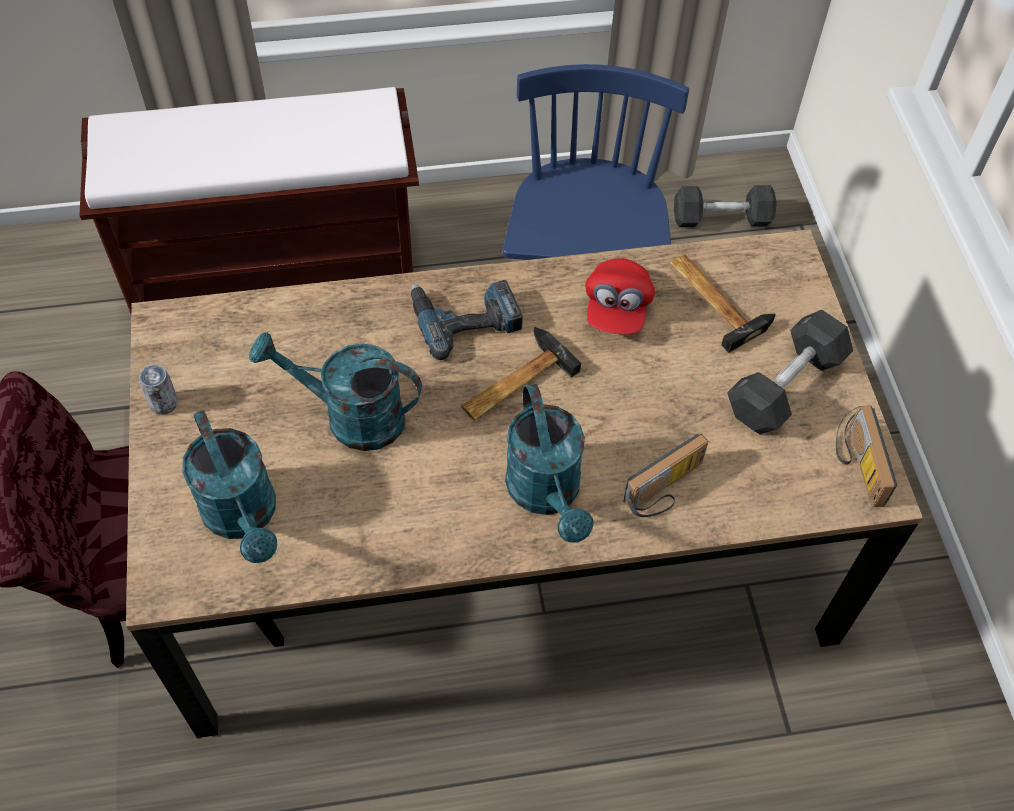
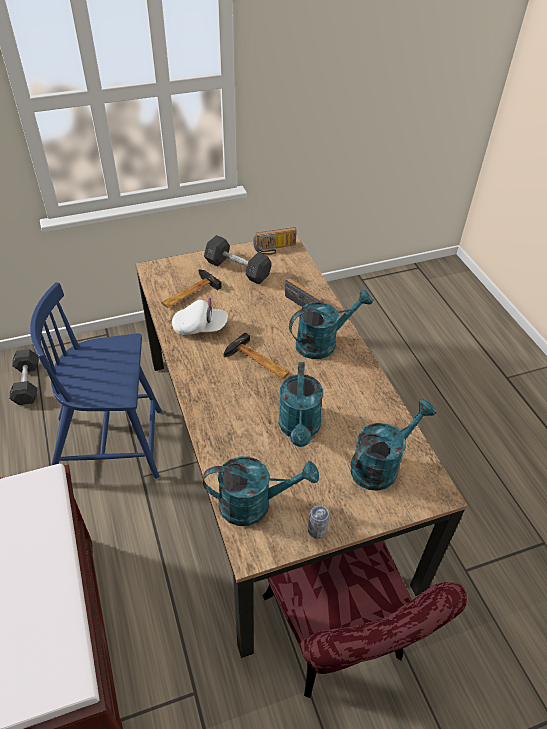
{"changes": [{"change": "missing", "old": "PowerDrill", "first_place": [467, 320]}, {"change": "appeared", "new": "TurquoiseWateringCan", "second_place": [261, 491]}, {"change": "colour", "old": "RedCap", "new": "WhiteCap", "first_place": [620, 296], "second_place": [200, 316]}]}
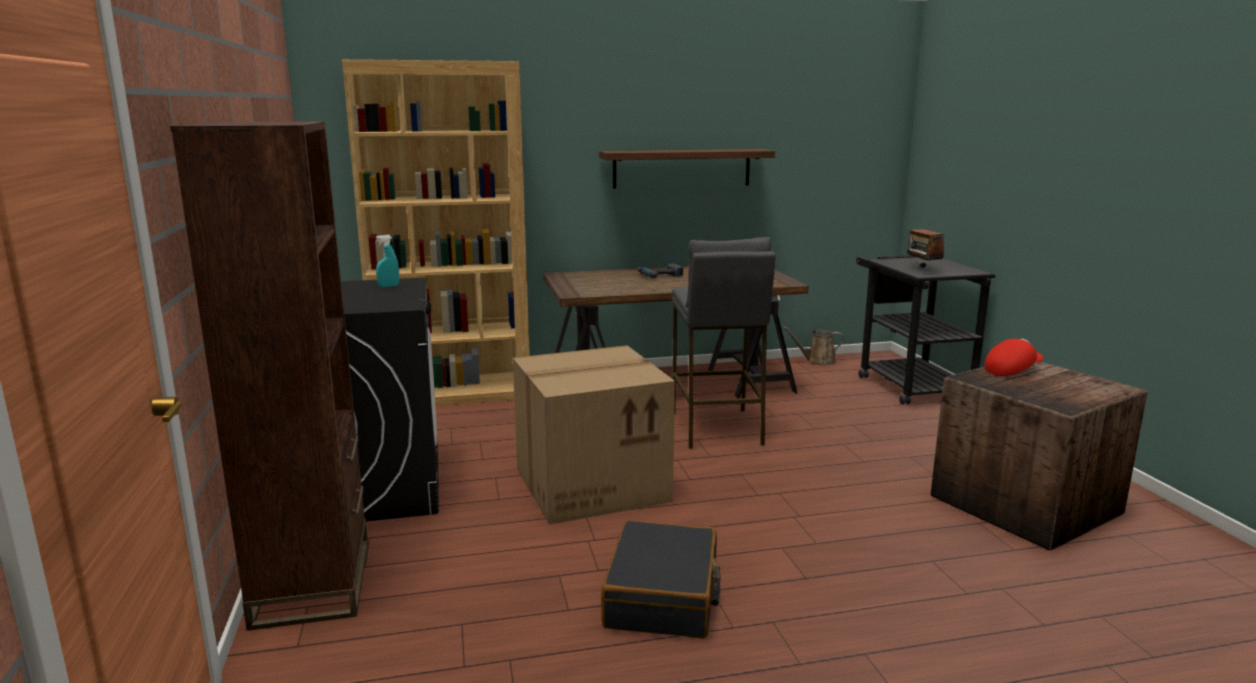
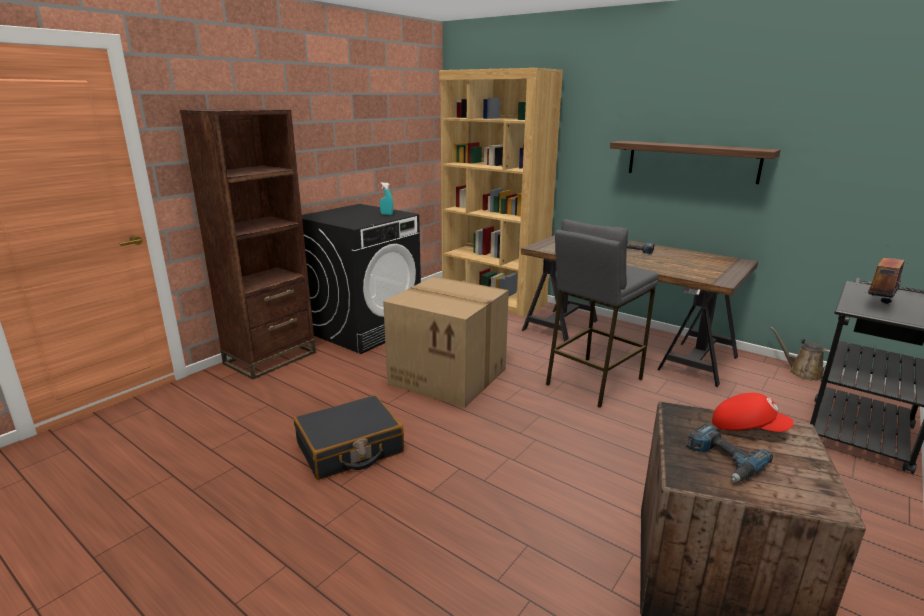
{"changes": [{"change": "appeared", "new": "PowerDrill", "second_place": [729, 452]}]}
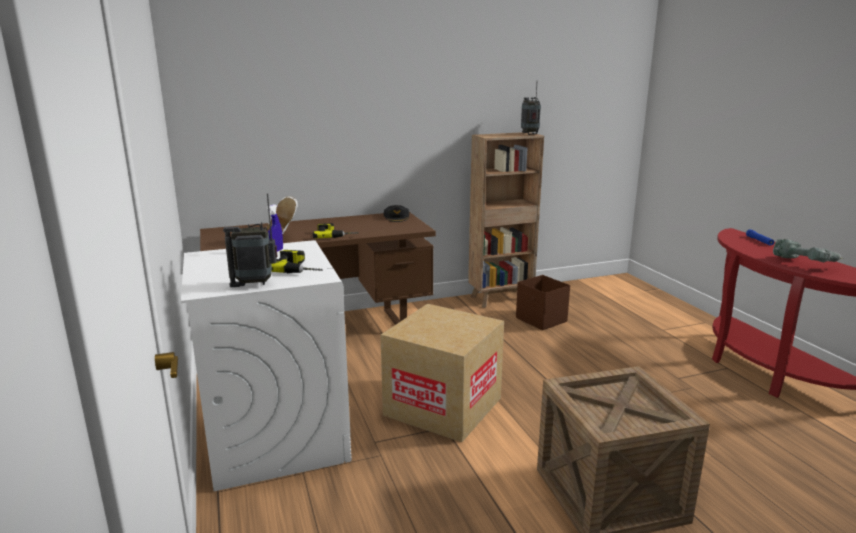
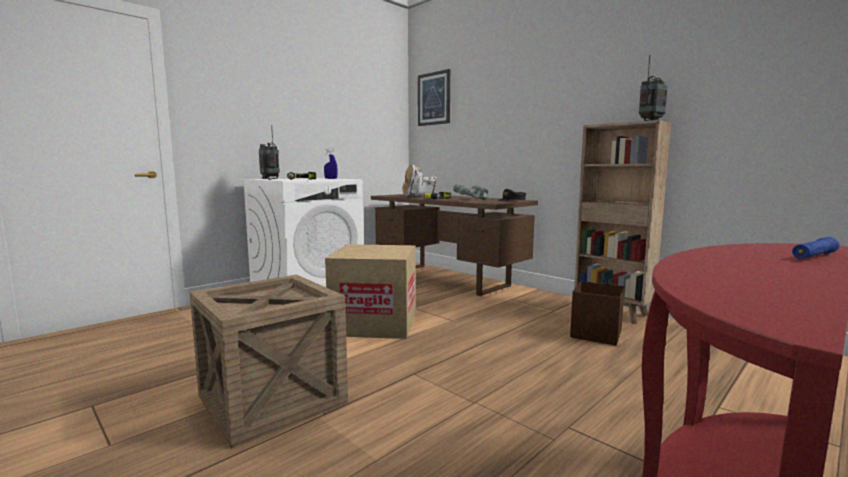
{"changes": [{"change": "appeared", "new": "Picture", "second_place": [434, 97]}, {"change": "relocated", "old": "PowerDrill", "first_place": [808, 250], "second_place": [472, 192]}]}
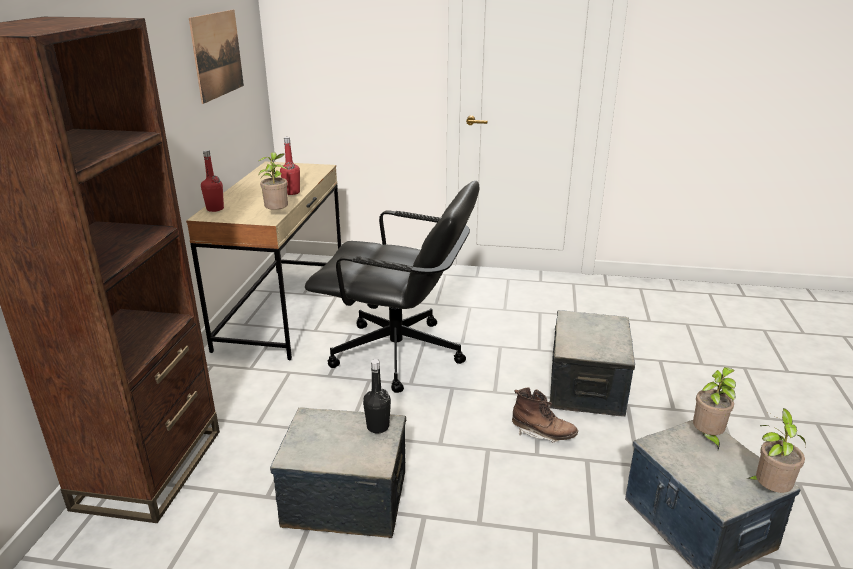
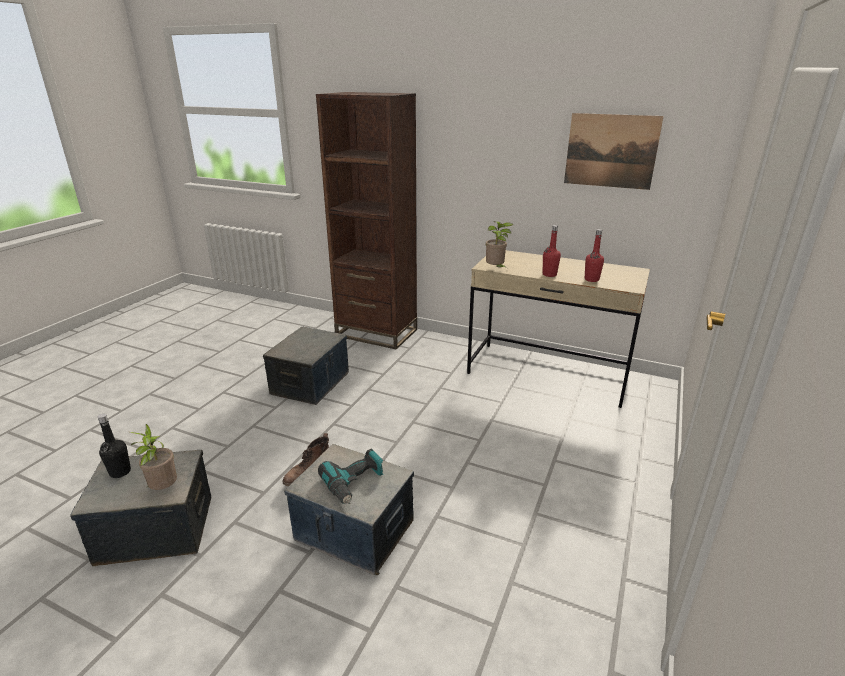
{"changes": [{"change": "missing", "old": "BlackOfficeChair", "first_place": [392, 287]}, {"change": "missing", "old": "PottedPlant", "first_place": [776, 450]}, {"change": "appeared", "new": "PowerDrill", "second_place": [351, 476]}, {"change": "relocated", "old": "RedBottle", "first_place": [212, 181], "second_place": [594, 255]}, {"change": "relocated", "old": "BlackBottle", "first_place": [377, 396], "second_place": [114, 446]}]}
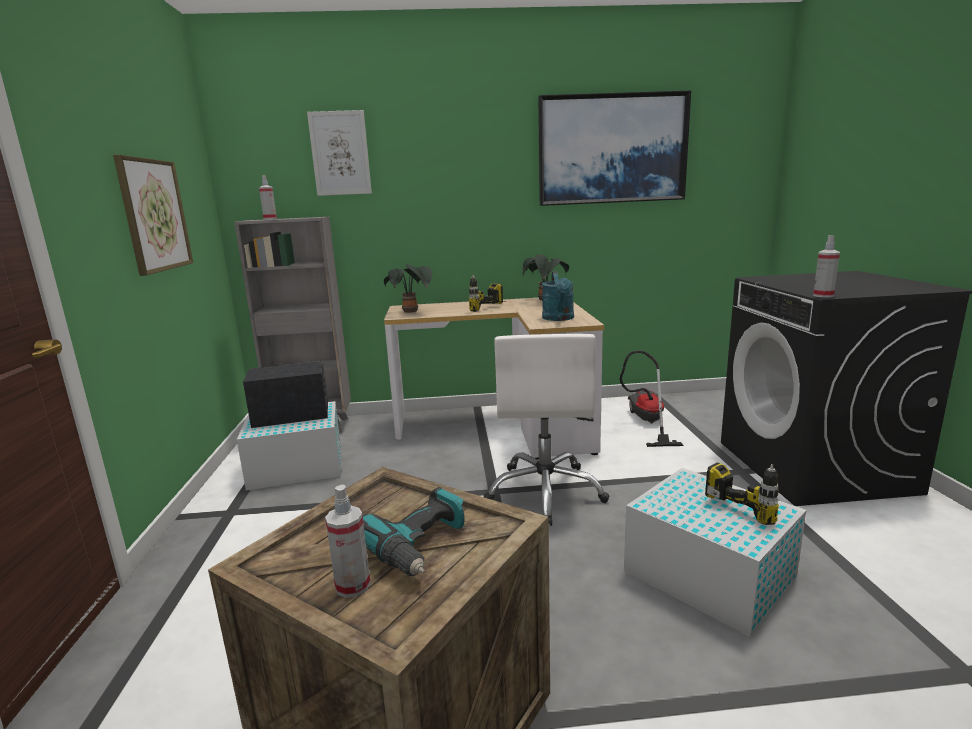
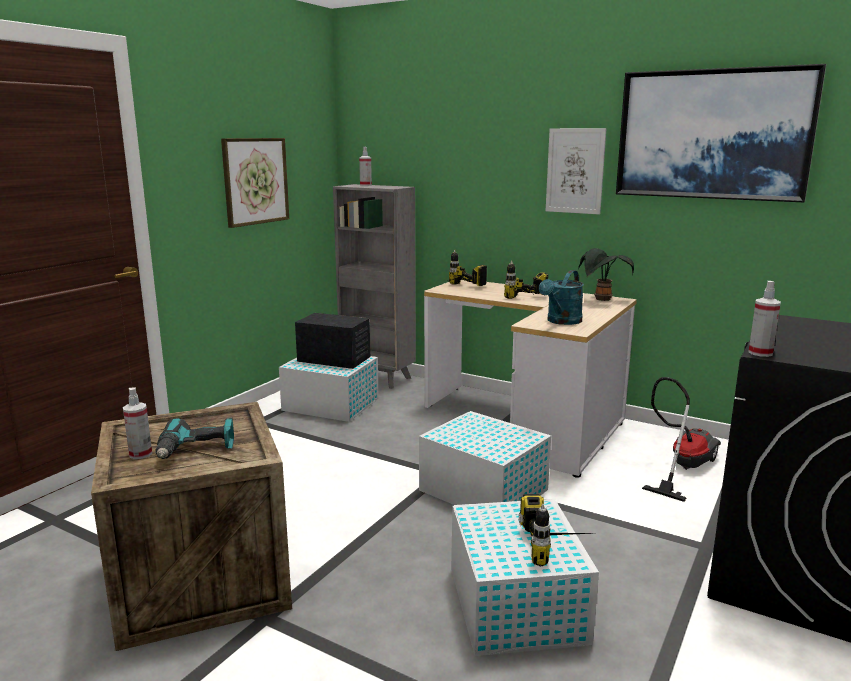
{"changes": [{"change": "relocated", "old": "Picture", "first_place": [339, 153], "second_place": [576, 171]}, {"change": "exchanged", "old": "PottedPlant", "new": "PowerDrill", "first_place": [408, 288], "second_place": [468, 267]}, {"change": "exchanged", "old": "WhiteOfficeChair", "new": "WhiteStorageBox", "first_place": [546, 430], "second_place": [485, 458]}]}
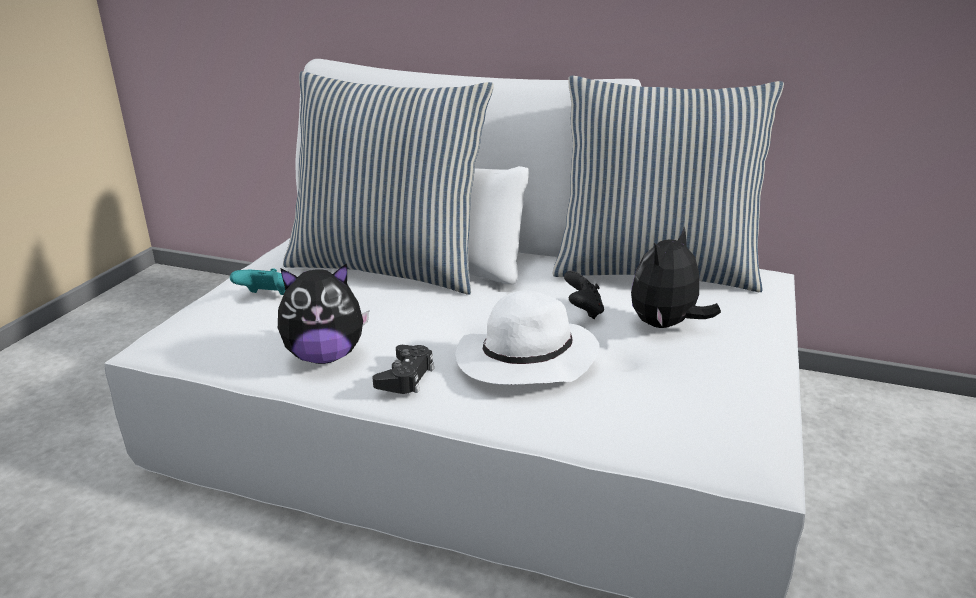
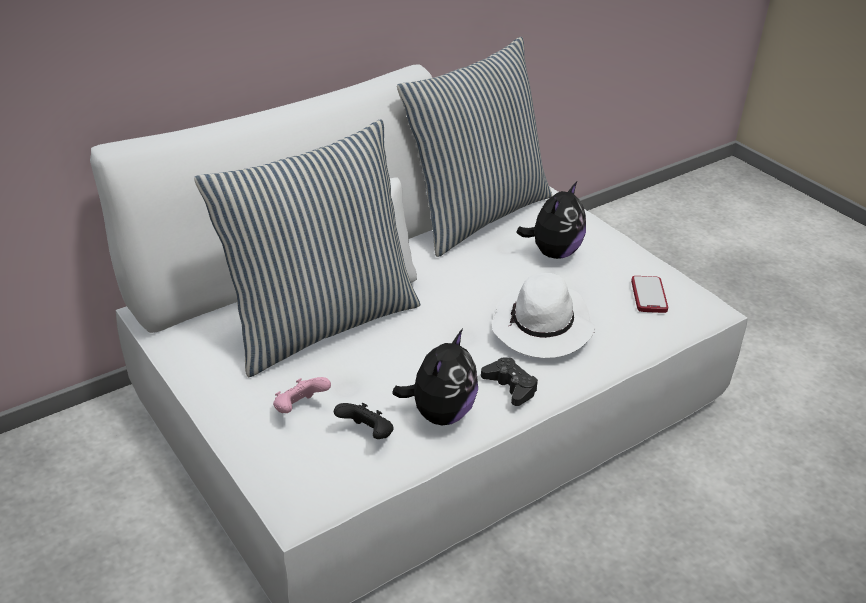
{"changes": [{"change": "appeared", "new": "Phone", "second_place": [649, 294]}, {"change": "relocated", "old": "BlackGameController", "first_place": [584, 295], "second_place": [364, 421]}, {"change": "colour", "old": "TurquoiseGameController", "new": "PinkGameController", "first_place": [257, 281], "second_place": [302, 395]}, {"change": "spun", "old": "PlushToy", "first_place": [676, 277], "second_place": [551, 220], "degrees": -135}]}
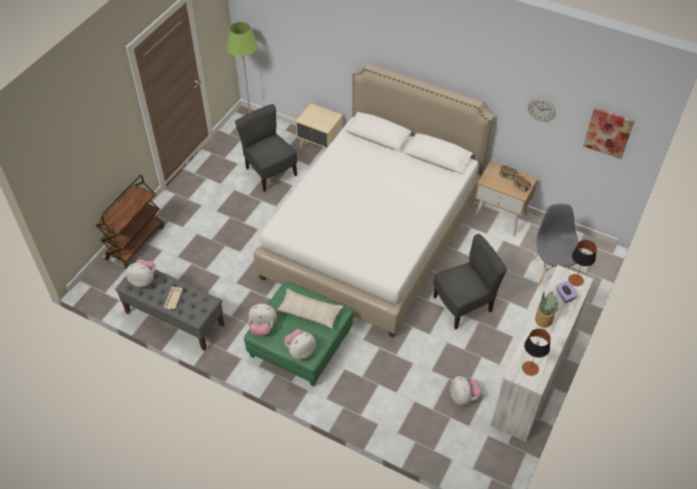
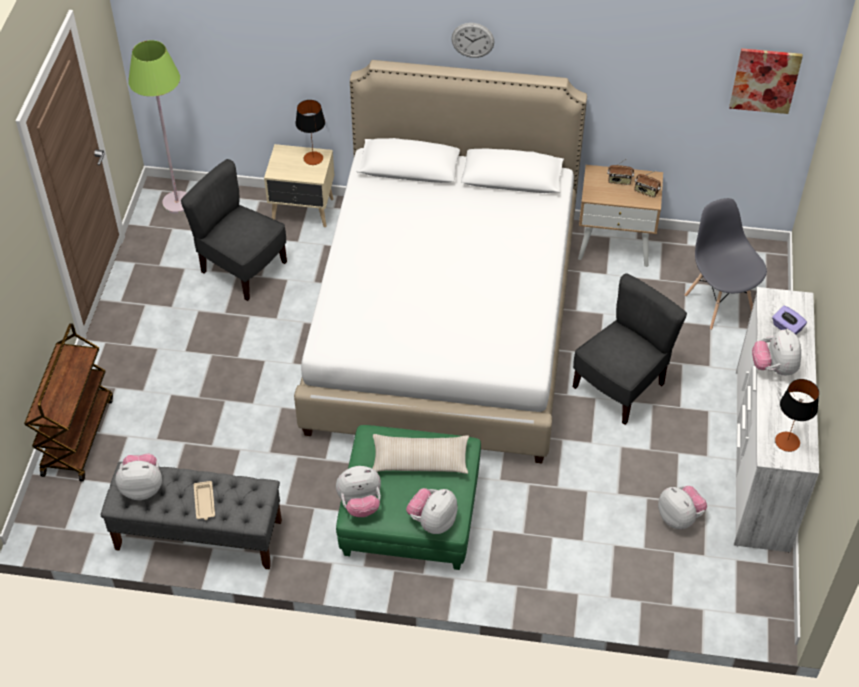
{"changes": [{"change": "relocated", "old": "WallClock", "first_place": [542, 110], "second_place": [472, 40]}, {"change": "relocated", "old": "TableLamp", "first_place": [582, 263], "second_place": [310, 132]}, {"change": "exchanged", "old": "PottedPlant", "new": "PlushToy", "first_place": [547, 309], "second_place": [776, 352]}]}
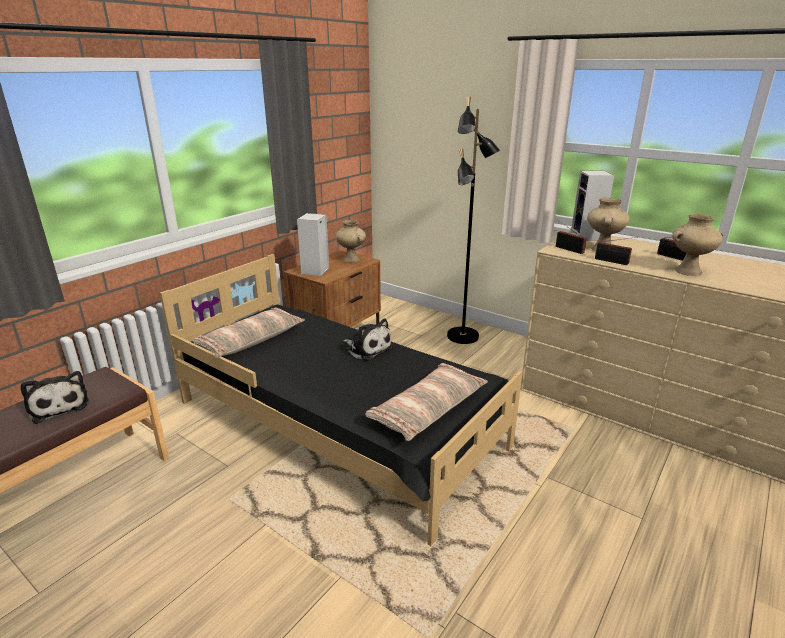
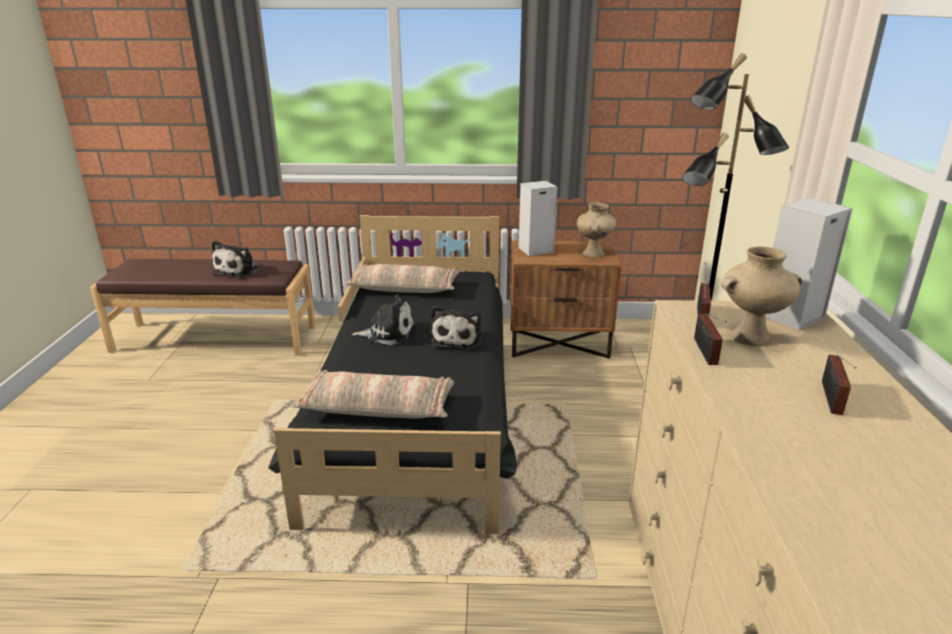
{"changes": [{"change": "missing", "old": "BeigeVase", "first_place": [697, 245]}, {"change": "appeared", "new": "PlushToy", "second_place": [383, 319]}]}
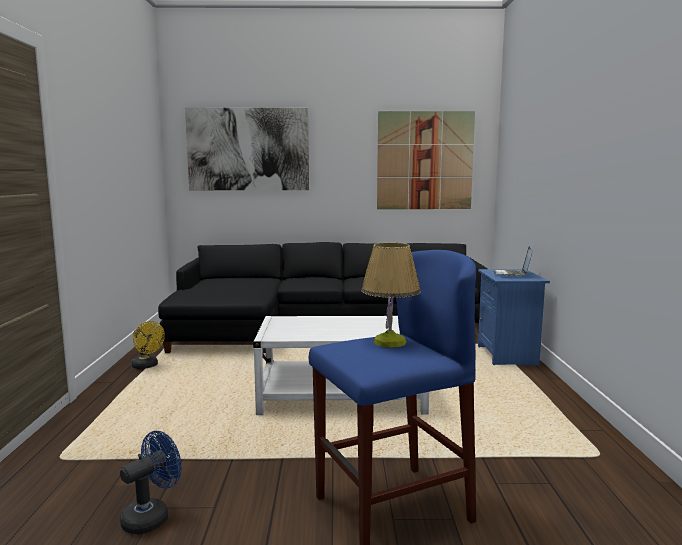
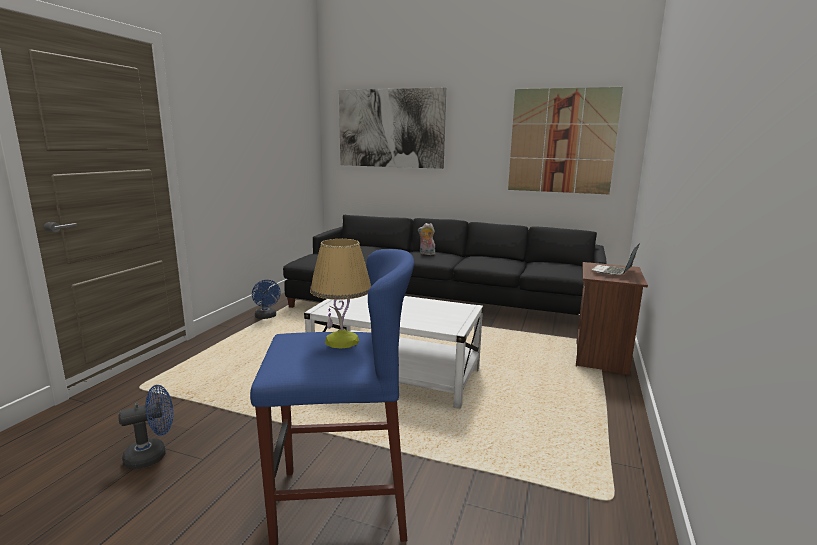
{"changes": [{"change": "appeared", "new": "PlushToy", "second_place": [427, 239]}, {"change": "colour", "old": "YellowFan", "new": "BlueFan", "first_place": [148, 345], "second_place": [266, 299]}, {"change": "colour", "old": "BlueNightstand", "new": "BrownNightstand", "first_place": [514, 317], "second_place": [612, 318]}]}
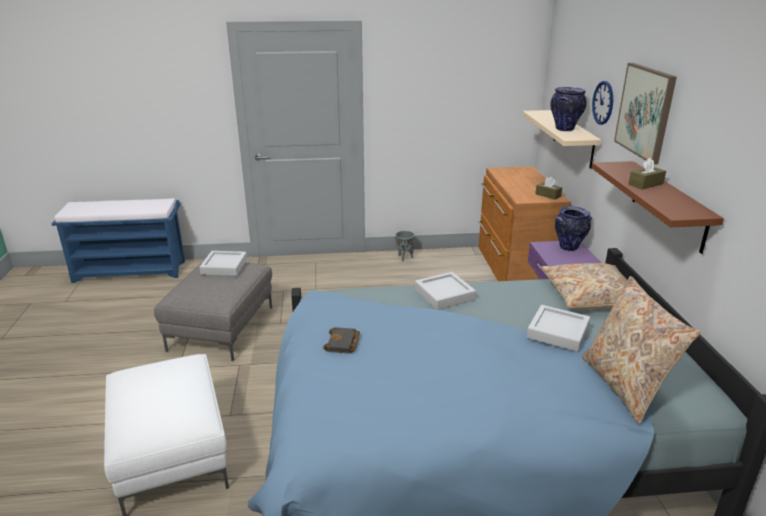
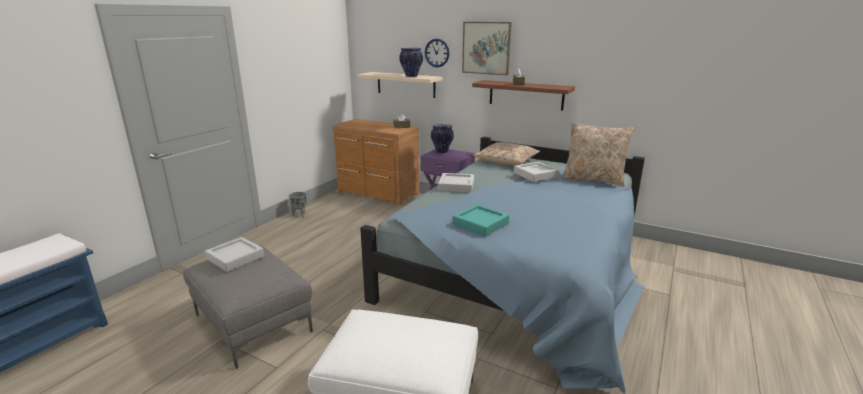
{"changes": [{"change": "exchanged", "old": "BlackBook", "new": "TurquoiseTray", "first_place": [341, 340], "second_place": [480, 220]}]}
